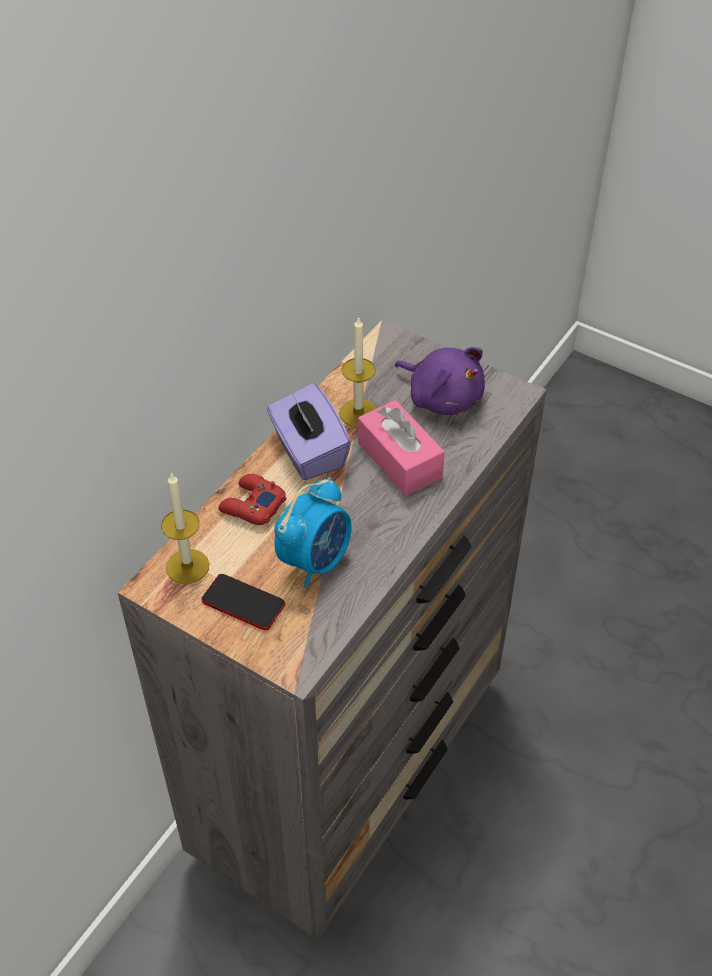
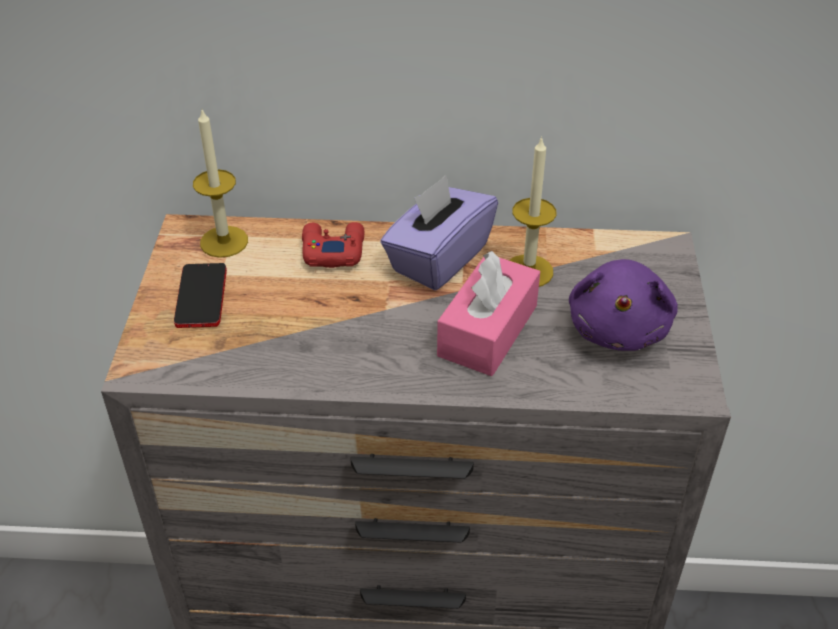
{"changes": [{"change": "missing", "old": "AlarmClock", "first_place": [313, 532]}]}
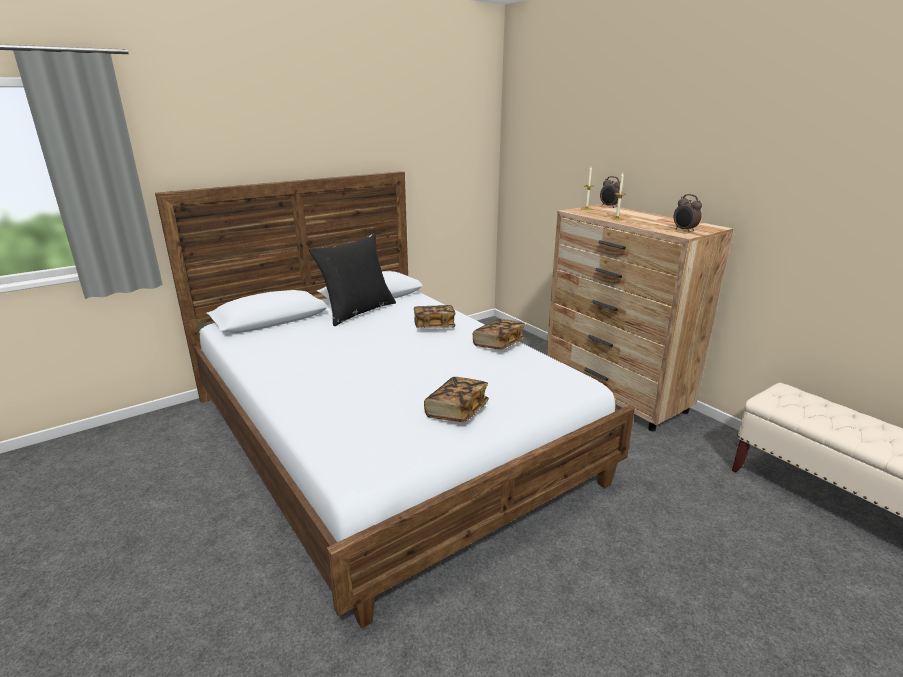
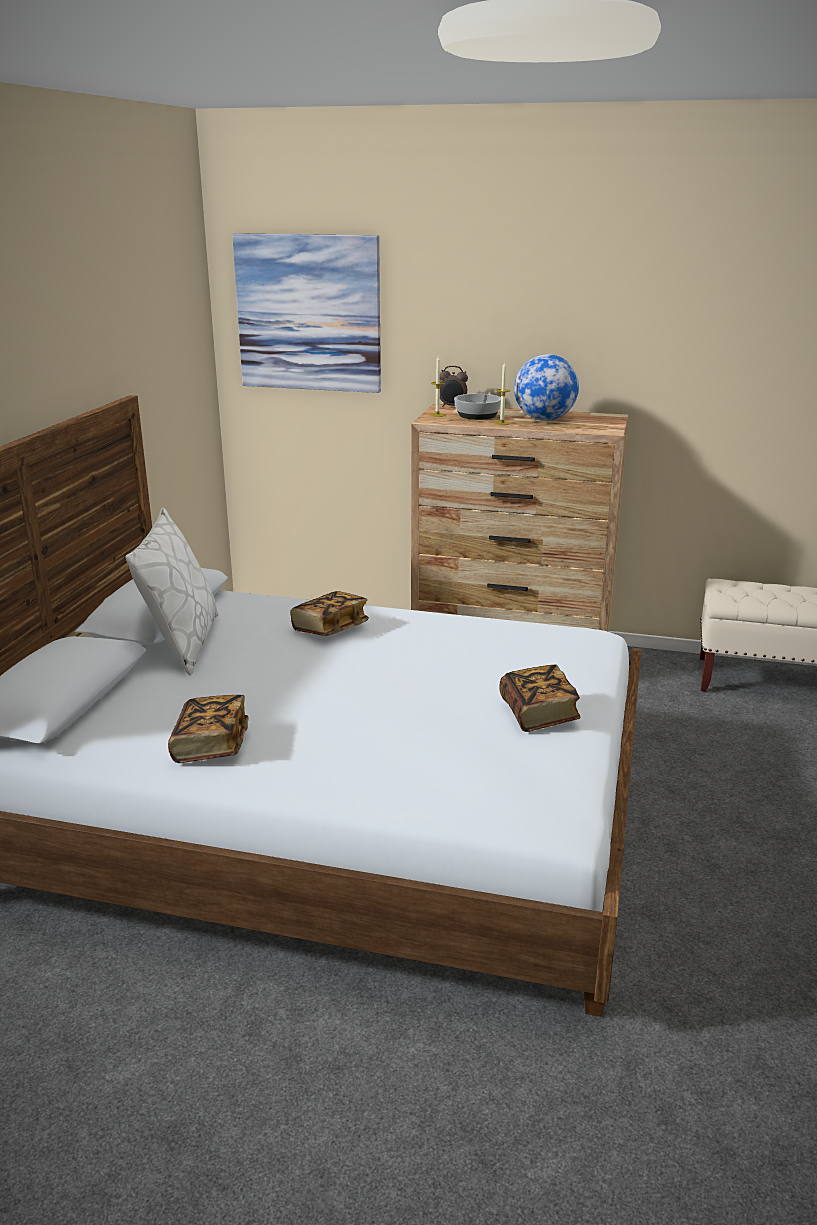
{"changes": [{"change": "missing", "old": "AlarmClock", "first_place": [688, 213]}, {"change": "appeared", "new": "Picture", "second_place": [306, 313]}, {"change": "appeared", "new": "Bowl", "second_place": [477, 407]}, {"change": "appeared", "new": "Globe", "second_place": [546, 387]}, {"change": "relocated", "old": "Book", "first_place": [499, 334], "second_place": [208, 729]}, {"change": "colour", "old": "BlackPillow", "new": "WhitePillow", "first_place": [352, 279], "second_place": [171, 591]}]}
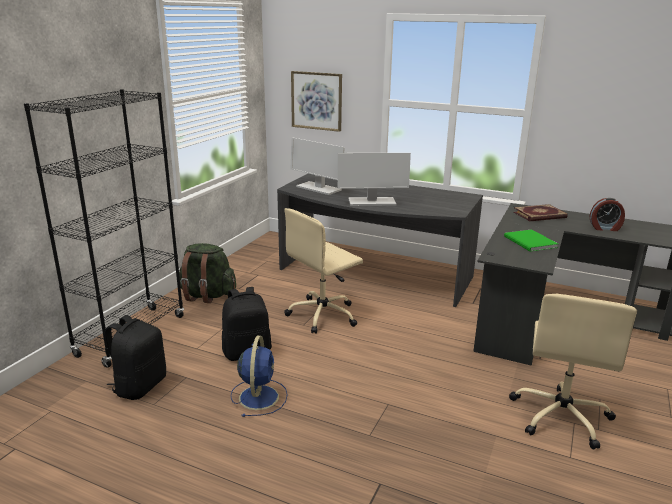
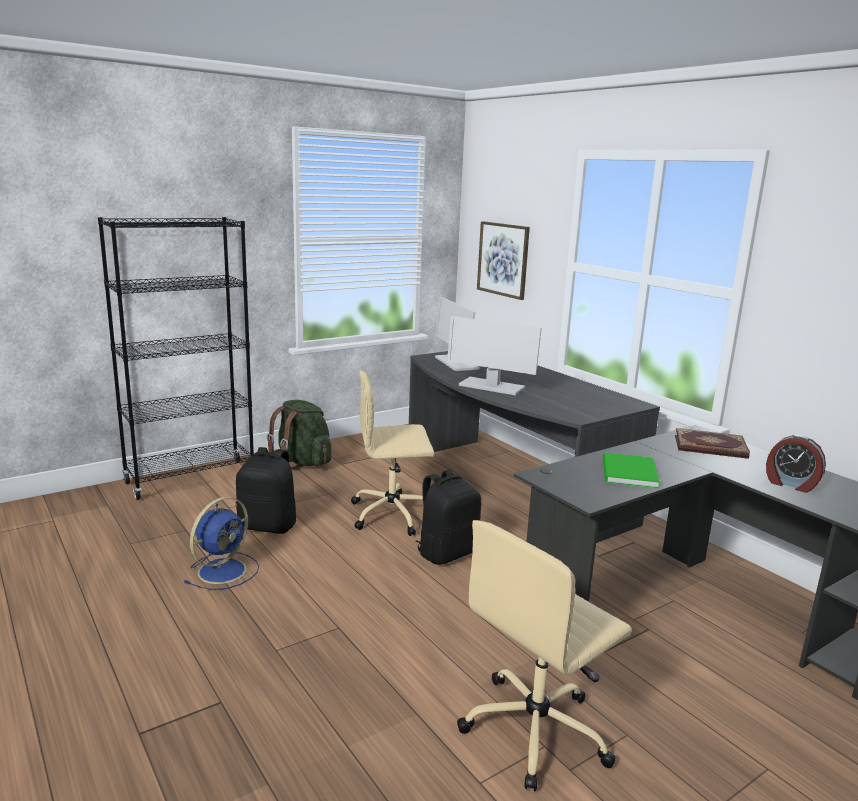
{"changes": [{"change": "relocated", "old": "BlackBackpack", "first_place": [135, 357], "second_place": [448, 517]}]}
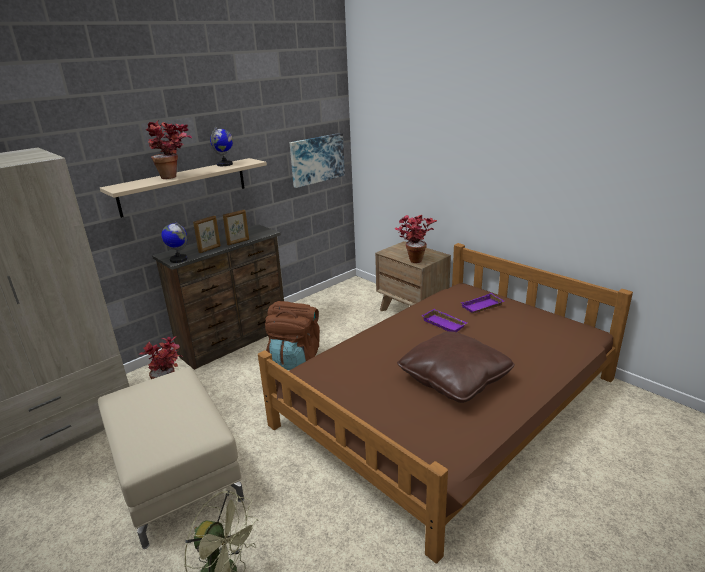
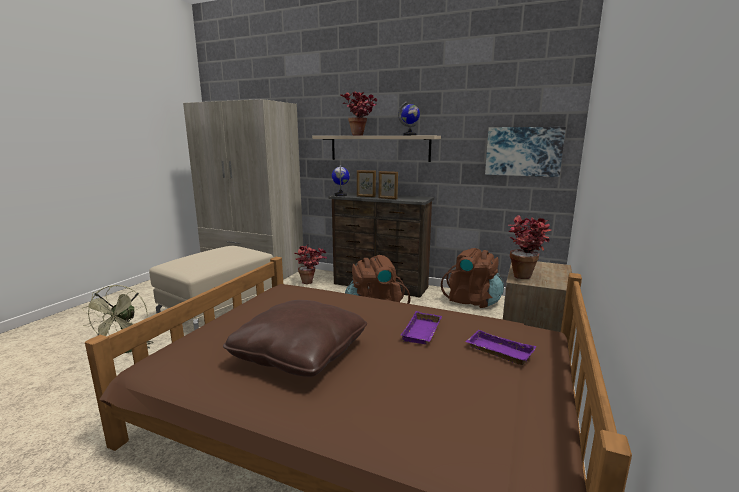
{"changes": [{"change": "appeared", "new": "BrownBackpack", "second_place": [472, 278]}]}
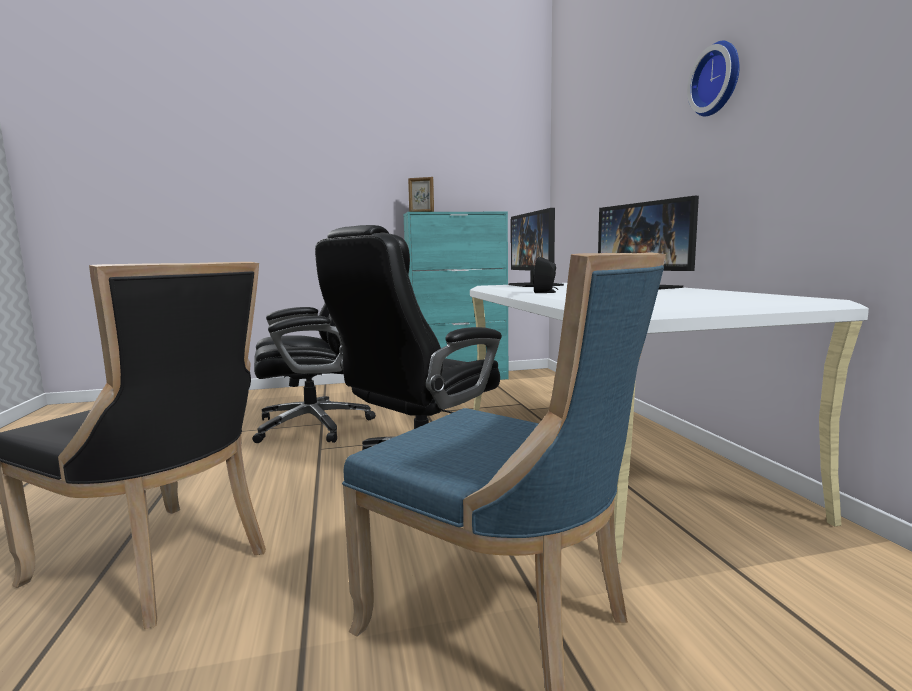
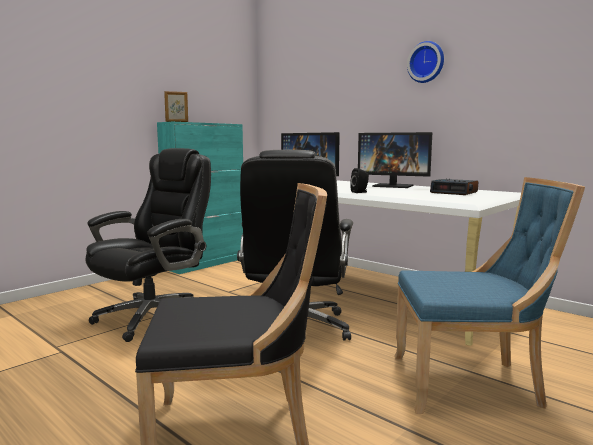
{"changes": [{"change": "appeared", "new": "AlarmClock", "second_place": [454, 187]}]}
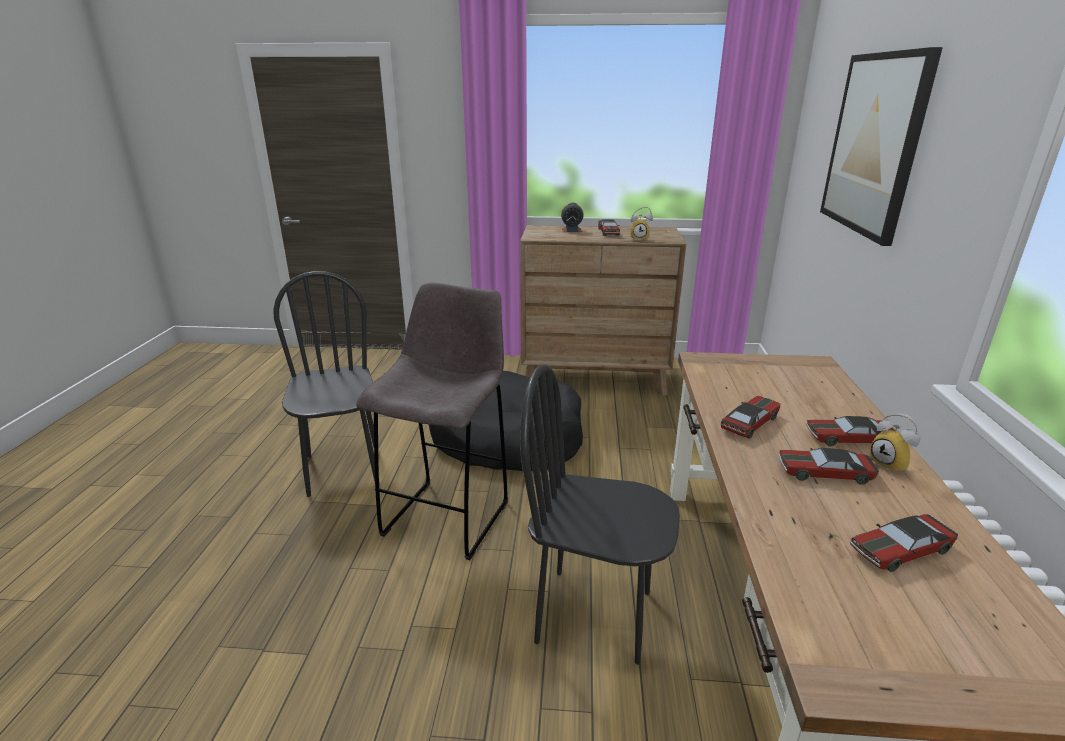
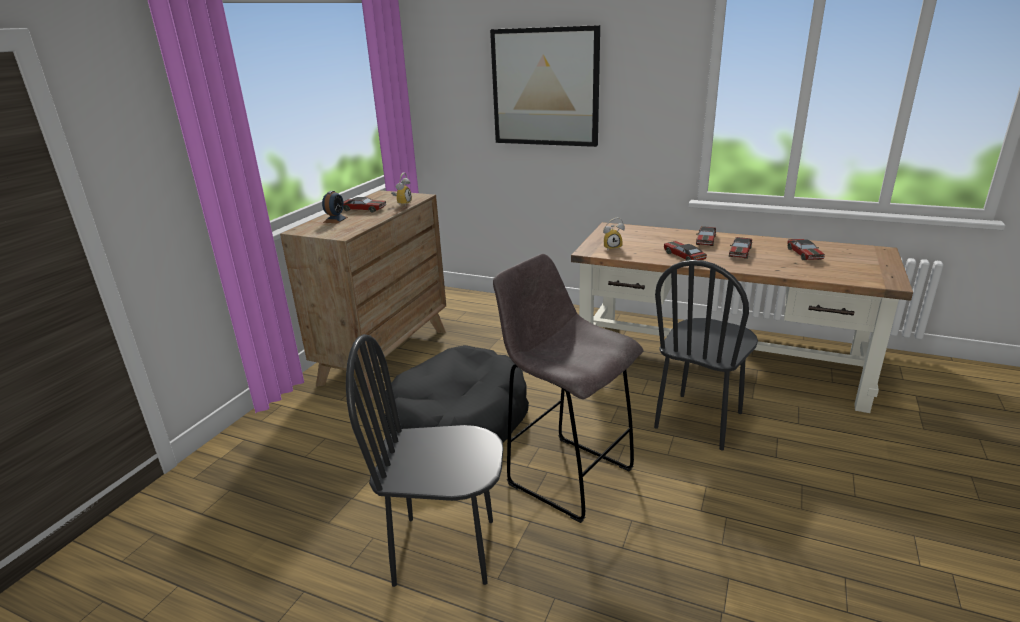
{"changes": [{"change": "relocated", "old": "AlarmClock", "first_place": [895, 444], "second_place": [614, 234]}]}
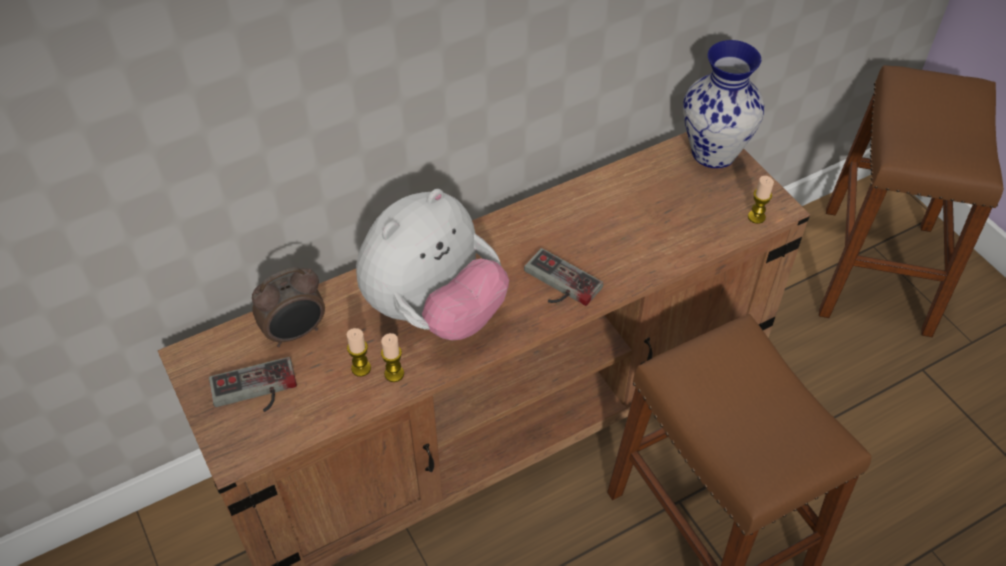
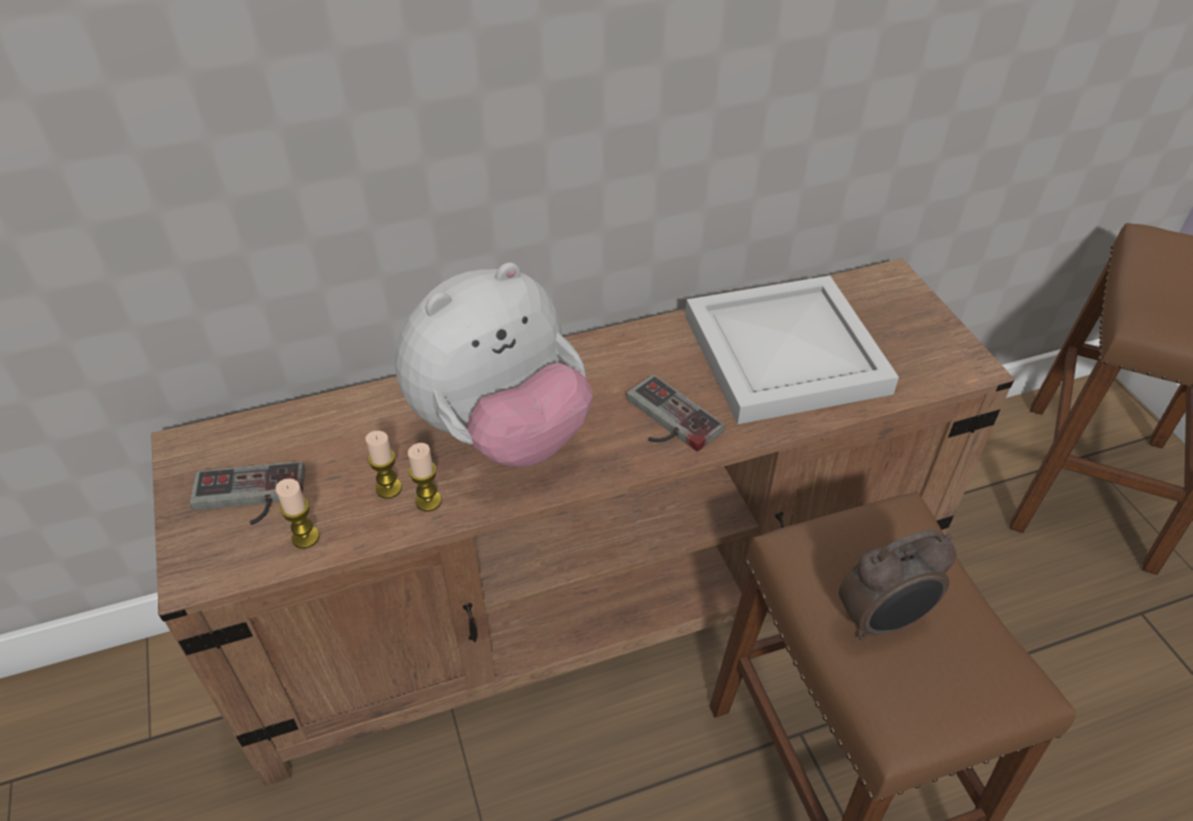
{"changes": [{"change": "missing", "old": "Vase", "first_place": [724, 104]}, {"change": "appeared", "new": "WhiteTray", "second_place": [792, 349]}, {"change": "relocated", "old": "AlarmClock", "first_place": [288, 307], "second_place": [897, 585]}, {"change": "relocated", "old": "Candle", "first_place": [761, 200], "second_place": [298, 513]}]}
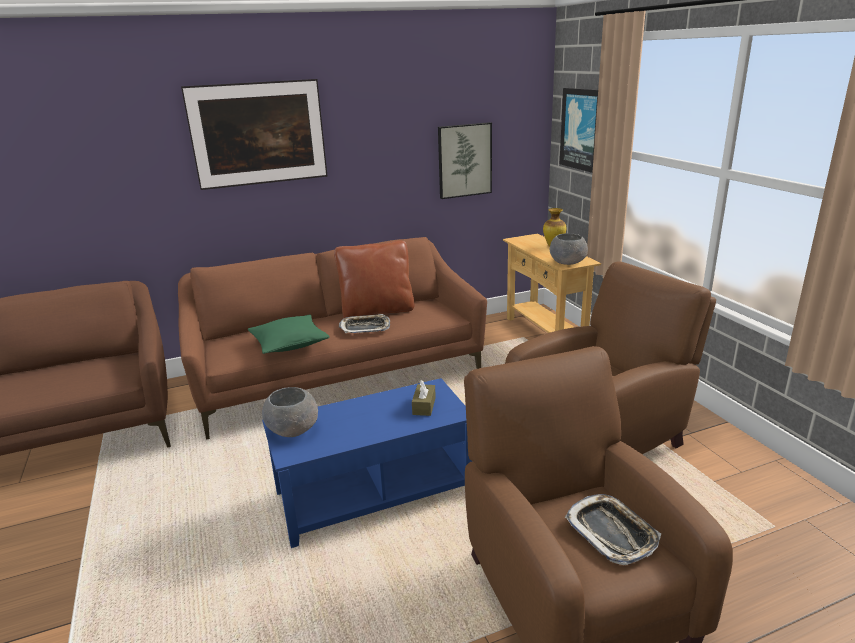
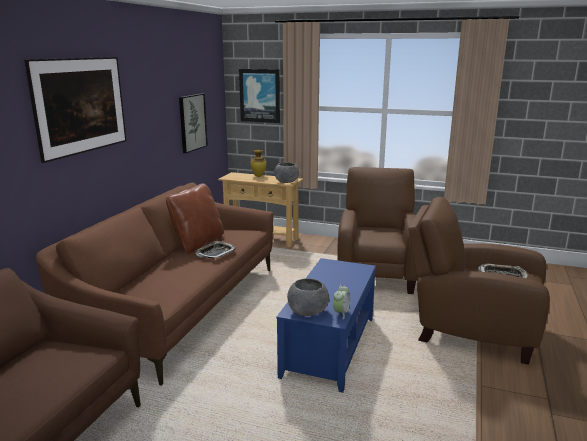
{"changes": [{"change": "missing", "old": "GreenPillow", "first_place": [289, 334]}, {"change": "missing", "old": "BrownTissueBox", "first_place": [424, 398]}, {"change": "appeared", "new": "AlarmClock", "second_place": [341, 302]}]}
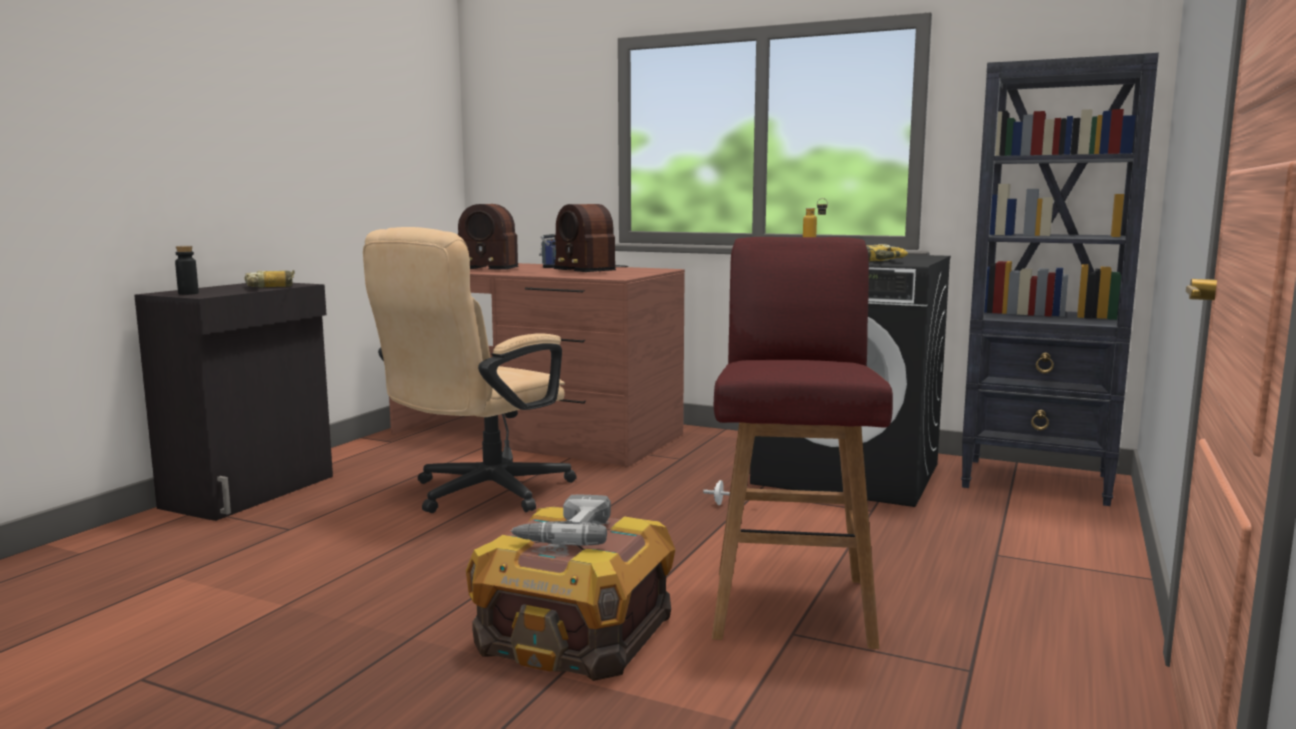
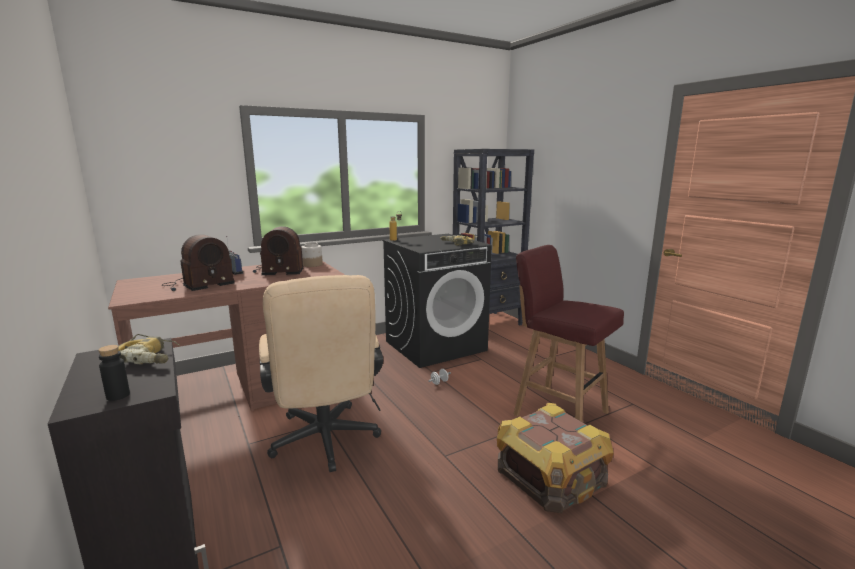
{"changes": [{"change": "missing", "old": "PowerDrill", "first_place": [561, 520]}, {"change": "appeared", "new": "Jar", "second_place": [312, 254]}]}
